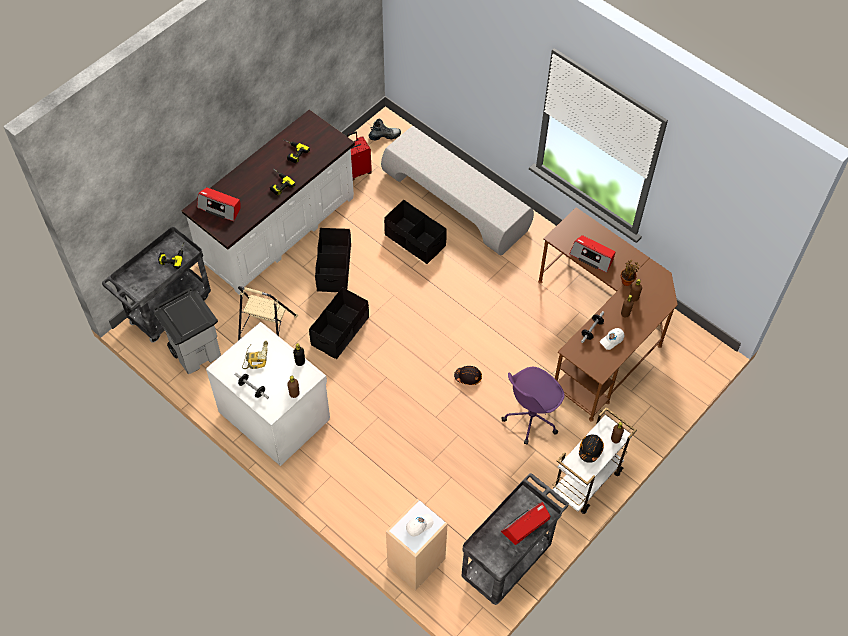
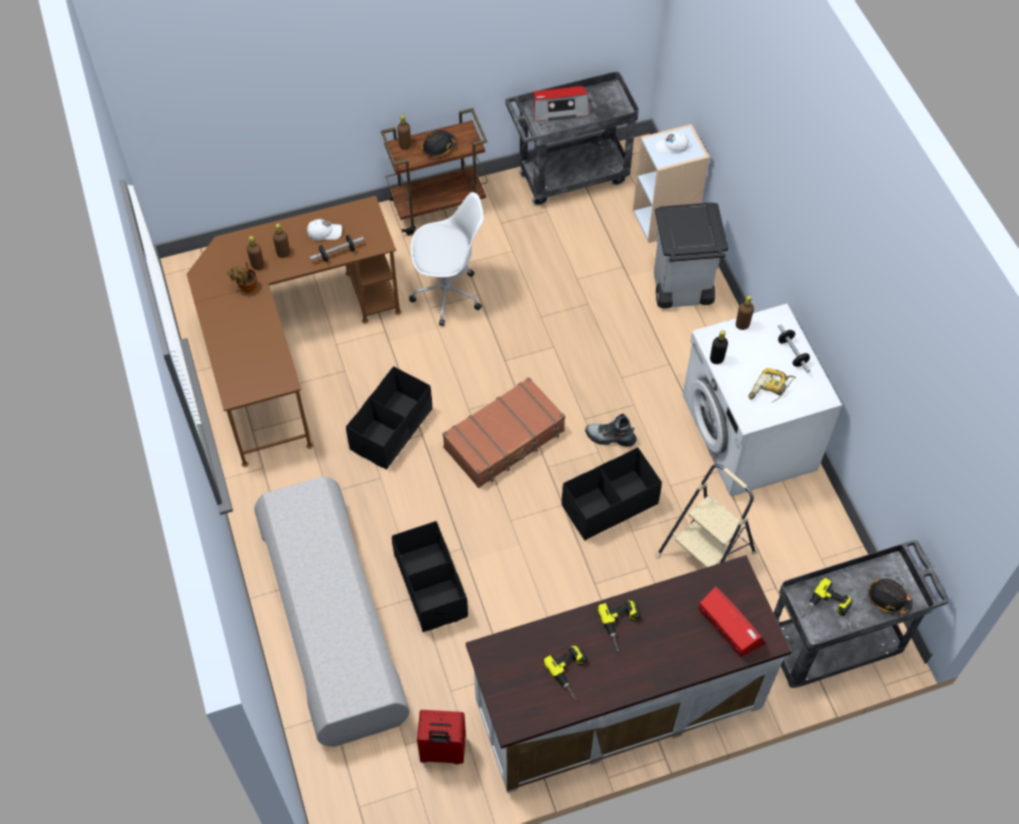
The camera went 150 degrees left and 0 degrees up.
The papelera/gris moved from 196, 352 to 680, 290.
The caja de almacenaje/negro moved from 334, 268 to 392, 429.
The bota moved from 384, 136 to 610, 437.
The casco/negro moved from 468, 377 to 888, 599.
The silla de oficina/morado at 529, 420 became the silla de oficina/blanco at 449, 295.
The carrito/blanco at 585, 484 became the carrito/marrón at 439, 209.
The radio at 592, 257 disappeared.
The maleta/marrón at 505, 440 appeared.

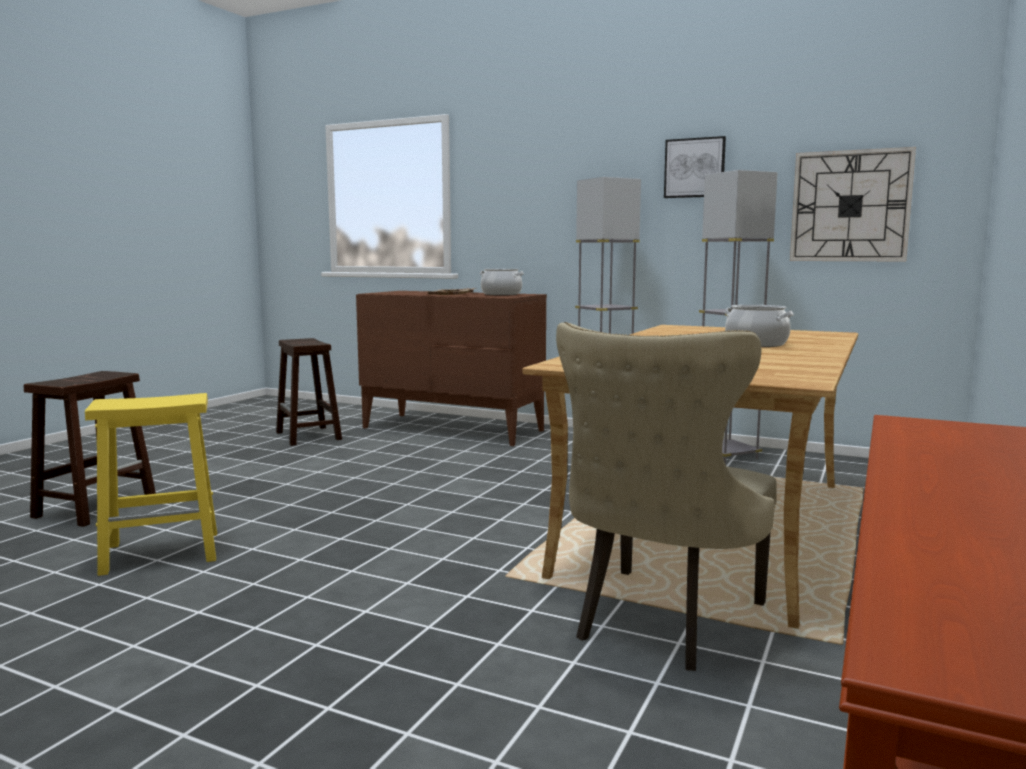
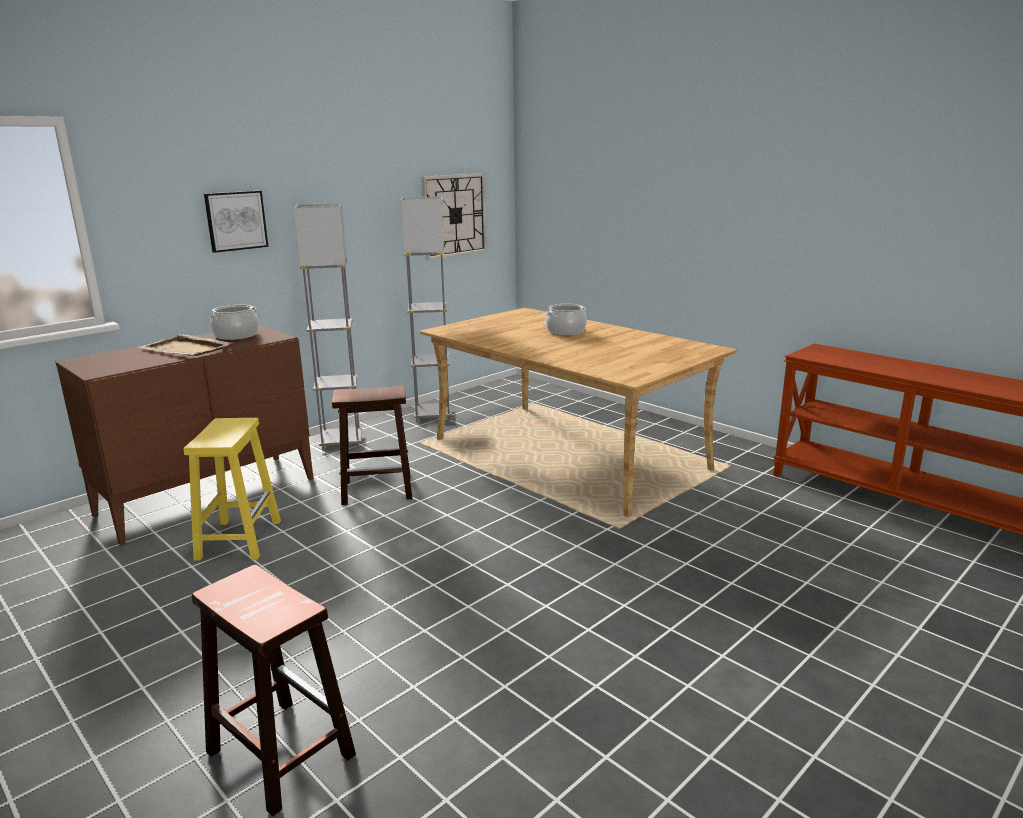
The camera went 70 degrees left and 10 degrees up.
The taburete/amarillo moved from 164, 552 to 239, 539.
The taburete/marrón moved from 309, 436 to 378, 489.
The silla/beis at 661, 621 disappeared.
The cuadro moved from 694, 168 to 236, 221.

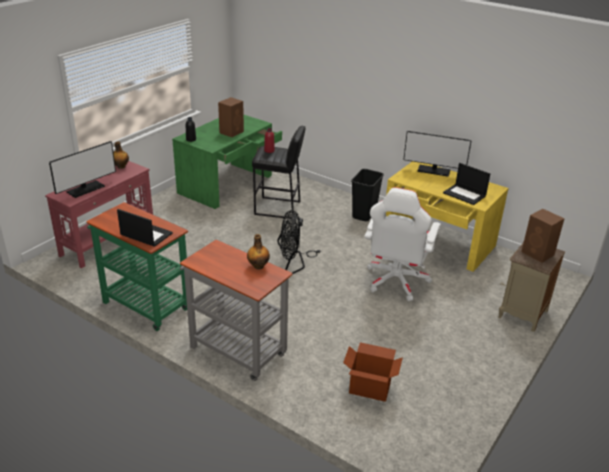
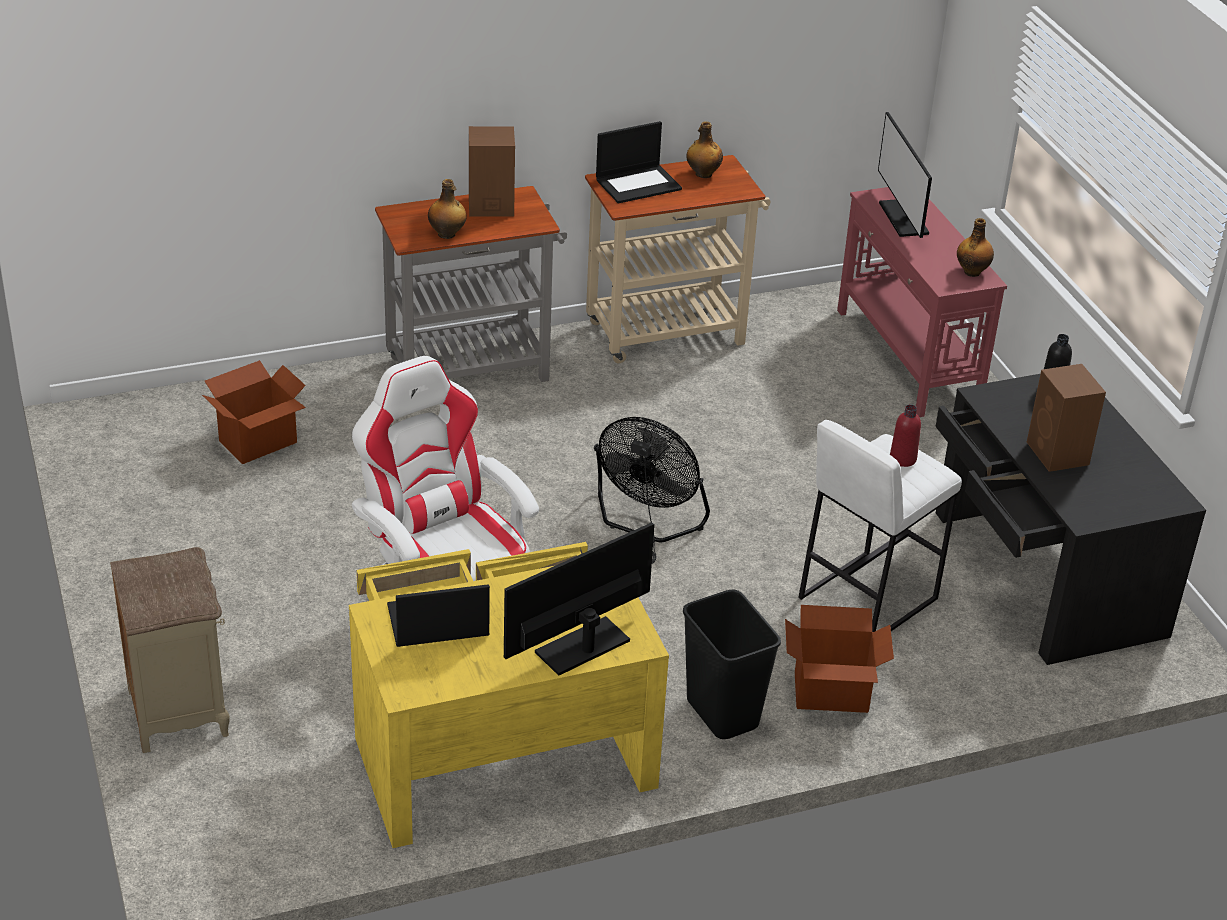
The camera went 125 degrees right and 5 degrees up.
The carrito/verde at 145, 306 became the carrito/beis at 668, 333.
The escritorio/verde at 230, 185 became the escritorio/negro at 1037, 577.
The taburete/negro at 278, 208 became the taburete/blanco at 866, 599.
The altavoz/marrón moved from 538, 254 to 489, 206.
The botella at 703, 174 appeared.
The caja de cartón at 831, 693 appeared.

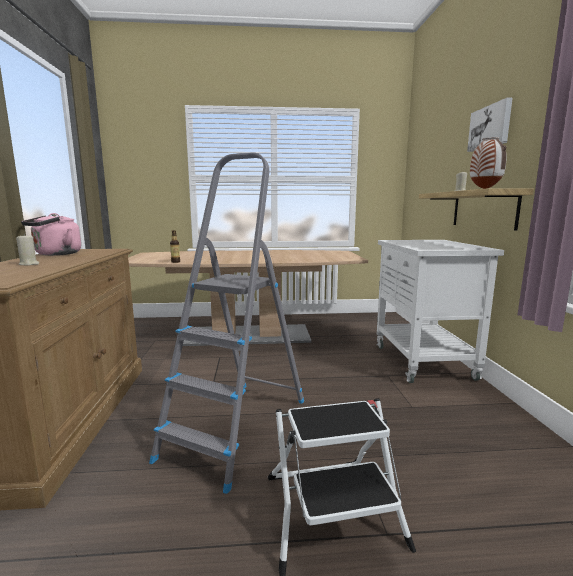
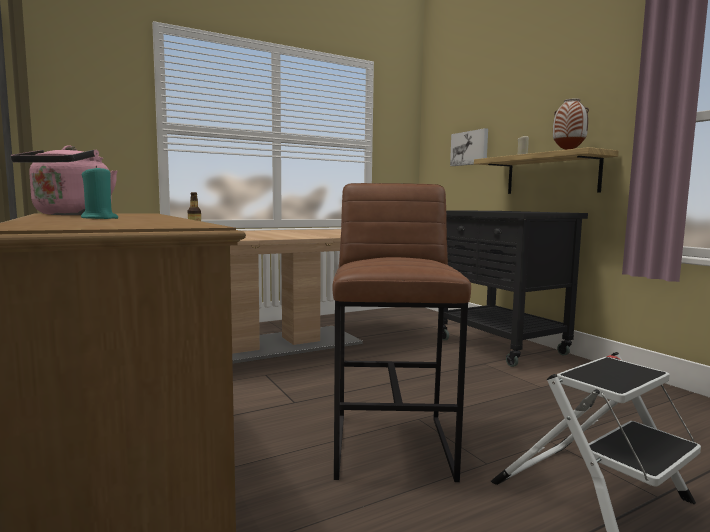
The camera went 25 degrees left and 5 degrees down.
The vela/beis at 29, 264 became the vela/turquesa at 99, 218.
The escalera de tijera/gris at 236, 428 was replaced by the taburete/marrón at 392, 444.
The carrito/blanco at 423, 363 became the carrito/negro at 501, 347.
The cuadro moved from 490, 127 to 470, 148.

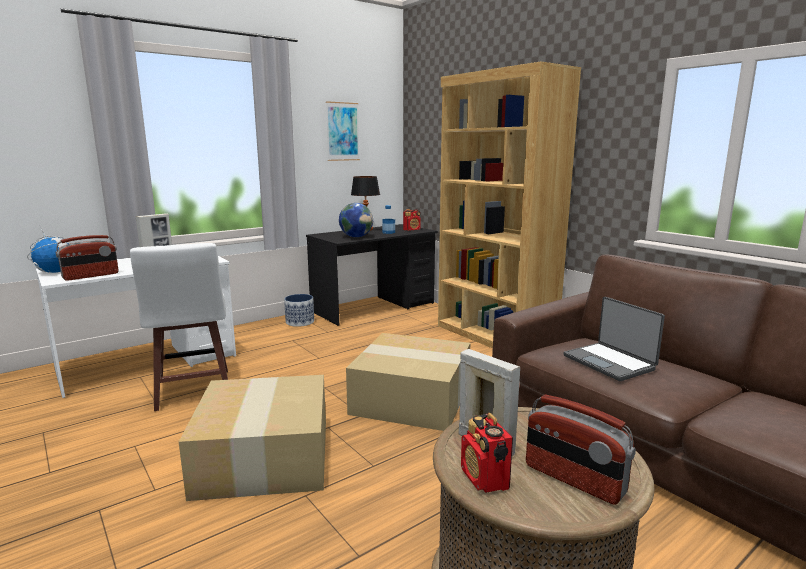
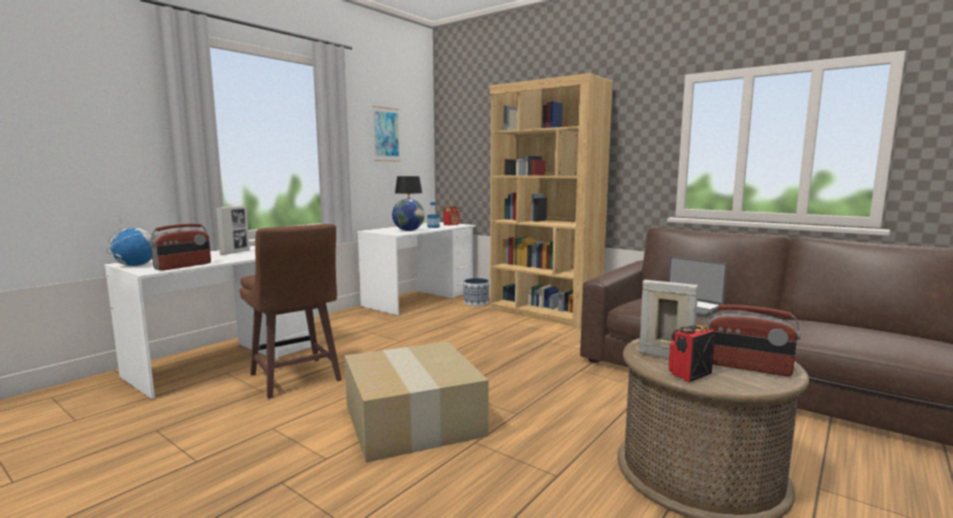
The camera went 15 degrees left and 5 degrees down.
The taburete/blanco at 193, 391 became the taburete/marrón at 295, 378.
The maceta moved from 300, 322 to 476, 303.
The escritorio/negro at 374, 307 became the escritorio/blanco at 420, 299.
The caja de cartón at 413, 398 disappeared.
The radio at 485, 479 turned 90 degrees clockwise.

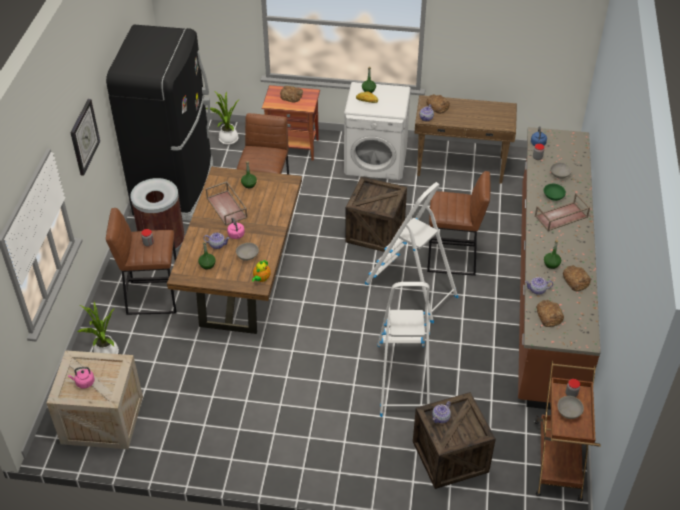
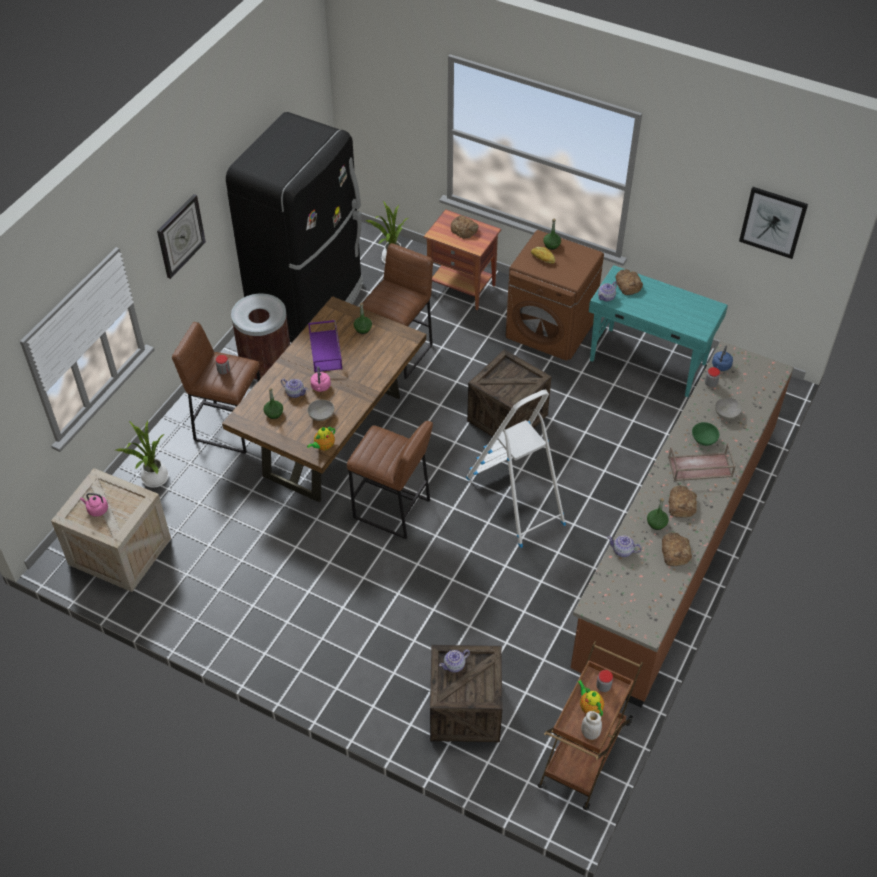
The camera went 20 degrees right and 5 degrees up.
The bandeja/marrón at 227, 208 became the bandeja/morado at 326, 351.
The lavadora/blanco at 376, 161 became the lavadora/marrón at 549, 330.
The escalera de tijera/blanco at 402, 378 disappeared.
The mesa consola/marrón at 461, 166 became the mesa consola/turquesa at 648, 362.
The taburete/marrón moved from 452, 258 to 393, 509.
The pan moved from 549, 315 to 681, 504.
The cuenco/gris at 569, 412 was replaced by the tetera at 590, 707.
The tarro/blanco at 590, 733 appeared.
The cuadro at 773, 222 appeared.

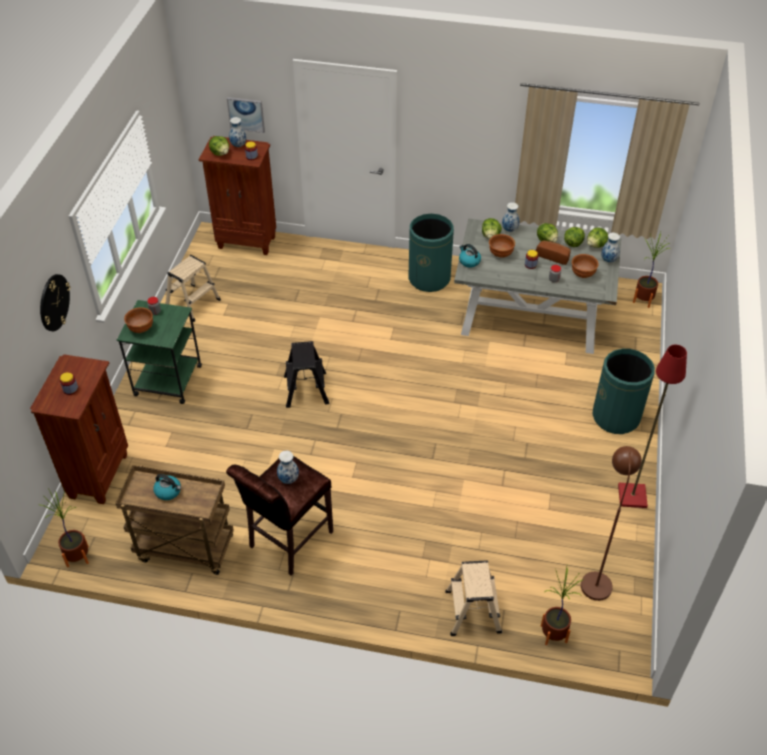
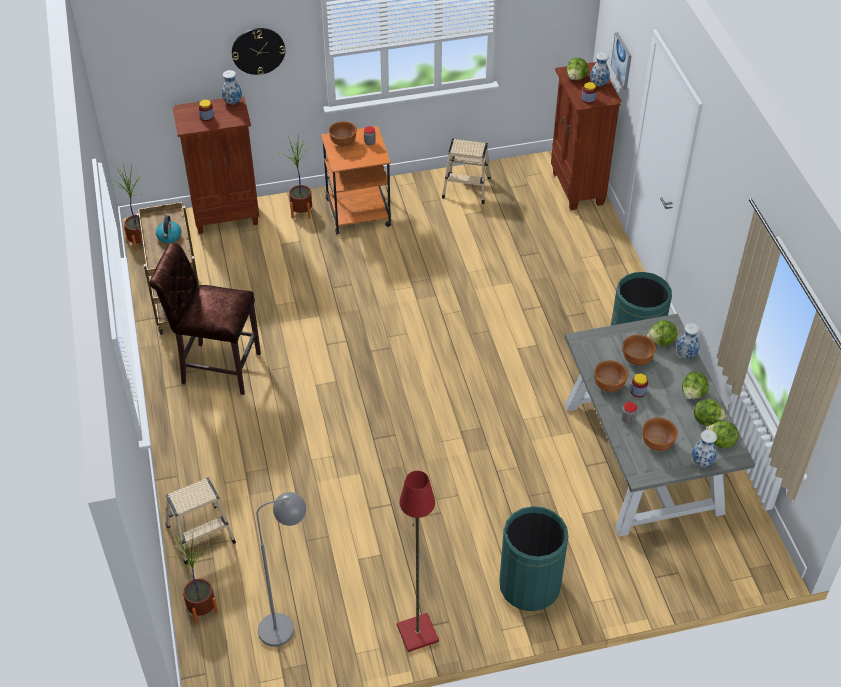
The camera went 65 degrees right and 0 degrees up.
The carrito/verde at 168, 379 became the carrito/naranja at 359, 212.
The florero moved from 289, 479 to 233, 102.
The escalera de tijera/negro at 306, 390 disappeared.
The hervidor at 469, 261 disappeared.
The pan at 553, 256 disappeared.
The lámpara de pie/marrón at 596, 578 became the lámpara de pie/gris at 287, 628.
The planta en maceta moved from 643, 300 to 301, 212.
The cuenco/marrón at 609, 385 appeared.

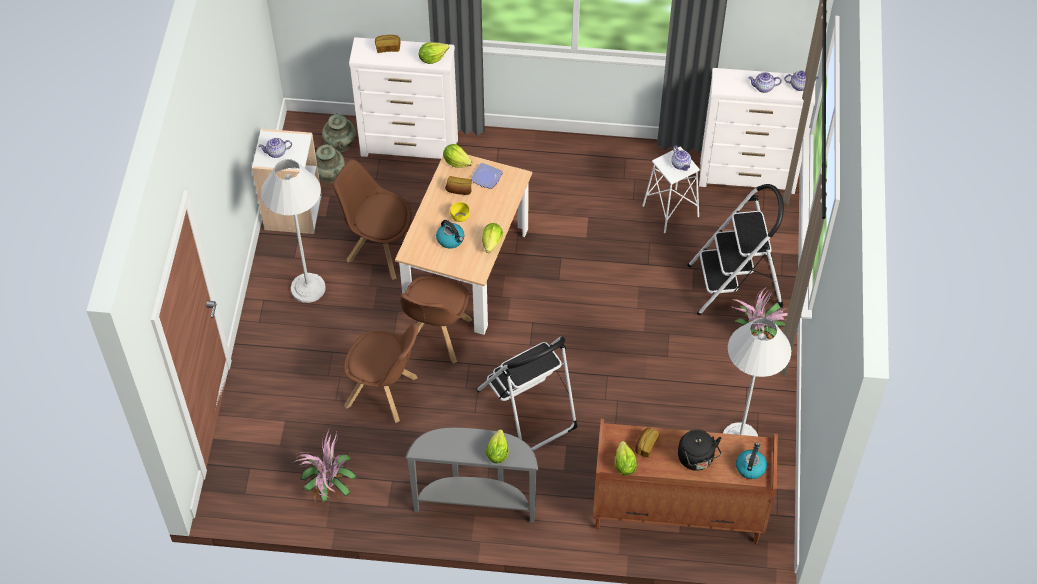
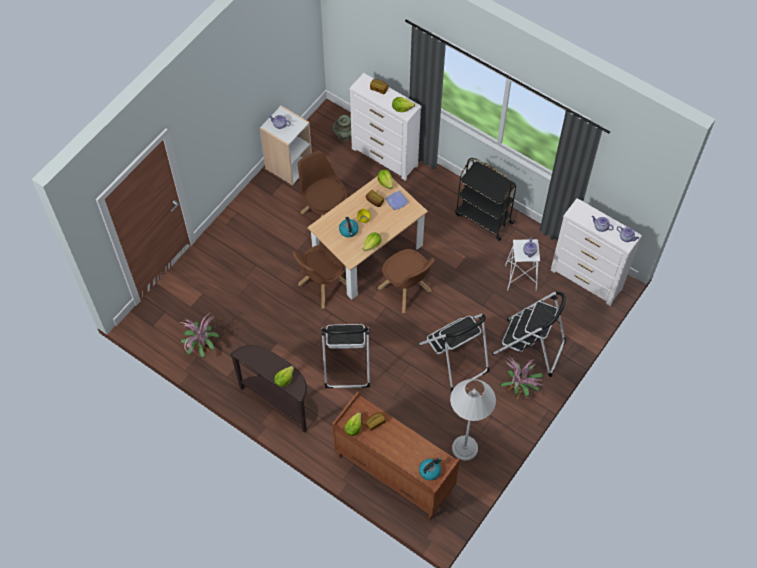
The camera went 30 degrees right and 5 degrees up.
The lámpara de pie/blanco at 308, 288 disappeared.
The florero/turquesa at 329, 174 disappeared.
The silla/marrón moved from 385, 393 to 406, 291.
The mesa consola/gris at 475, 503 became the mesa consola/marrón at 278, 402.
The hervidor/negro at 697, 459 disappeared.
The escalera de tijera at 454, 359 appeared.
The carrito/negro at 483, 218 appeared.

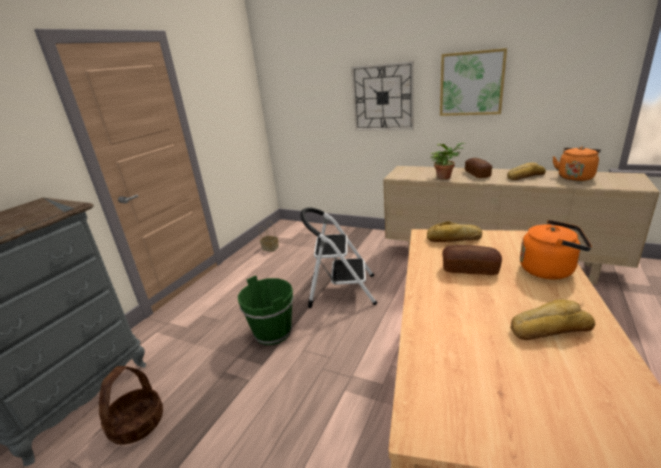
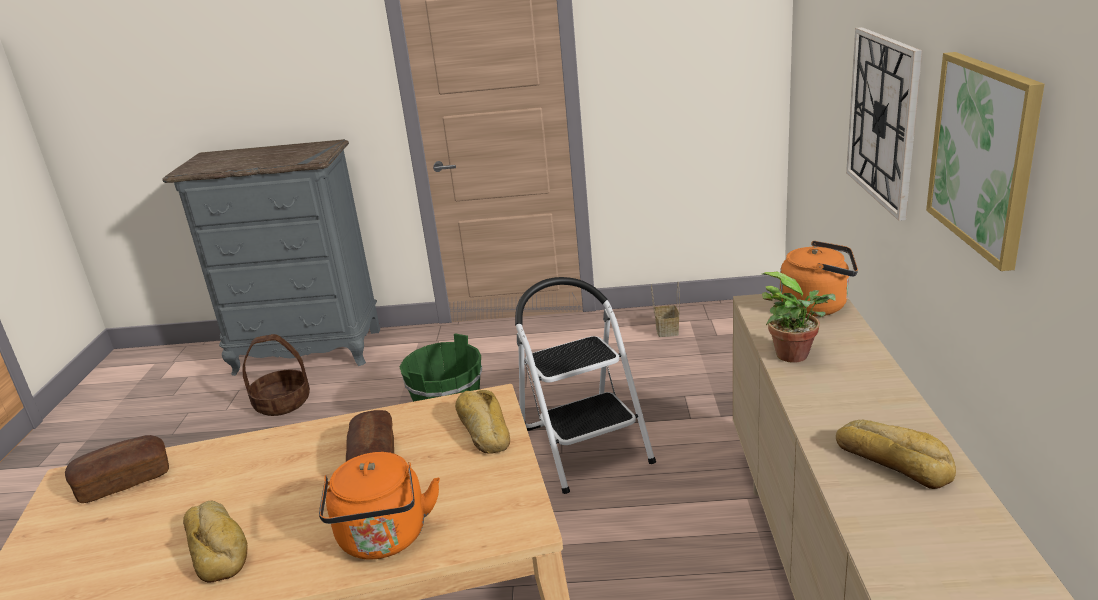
The camera went 65 degrees right and 0 degrees up.
The pan moved from 477, 174 to 124, 481.
The hervidor/naranja moved from 575, 177 to 818, 306.

